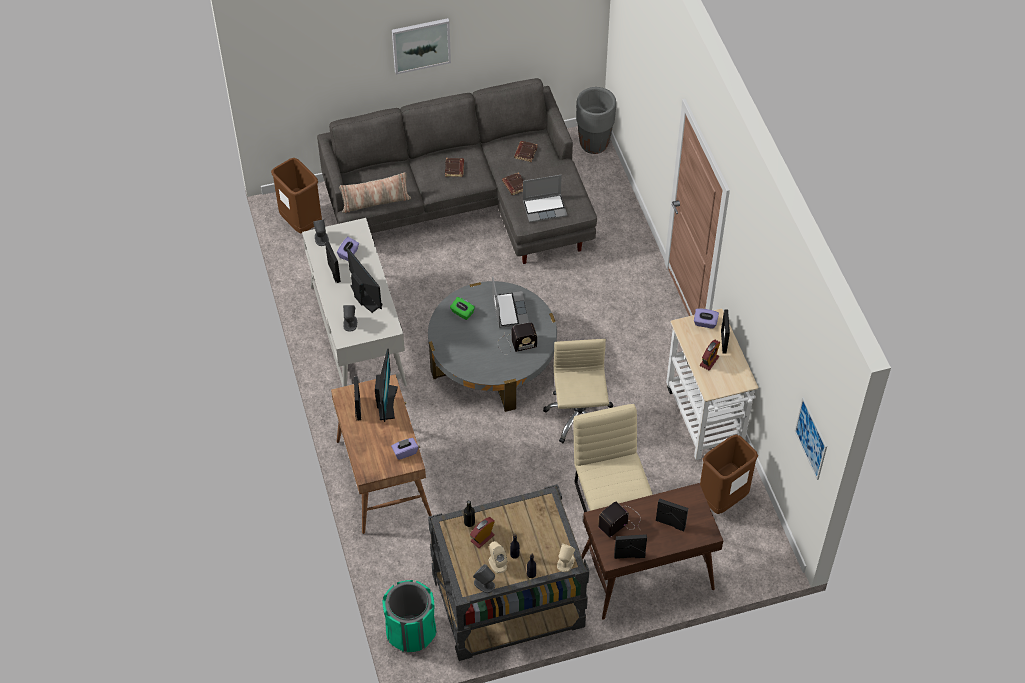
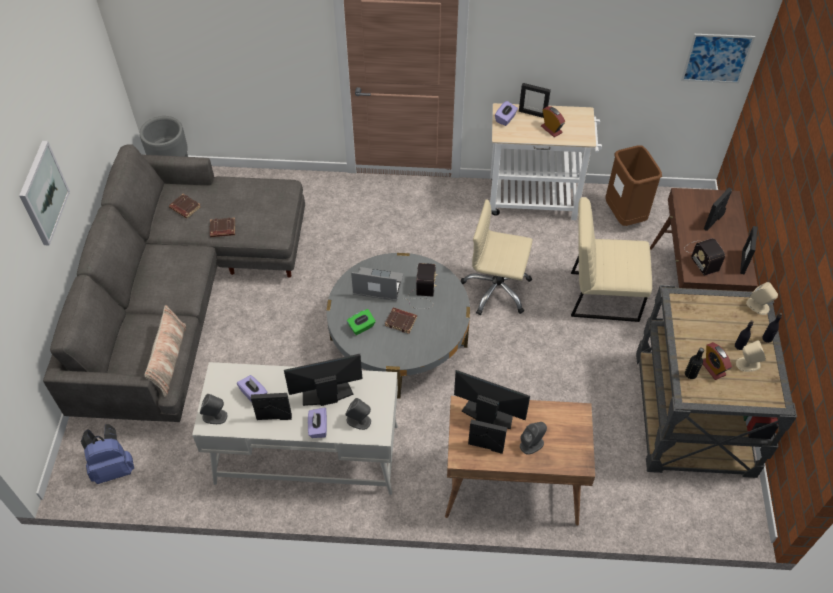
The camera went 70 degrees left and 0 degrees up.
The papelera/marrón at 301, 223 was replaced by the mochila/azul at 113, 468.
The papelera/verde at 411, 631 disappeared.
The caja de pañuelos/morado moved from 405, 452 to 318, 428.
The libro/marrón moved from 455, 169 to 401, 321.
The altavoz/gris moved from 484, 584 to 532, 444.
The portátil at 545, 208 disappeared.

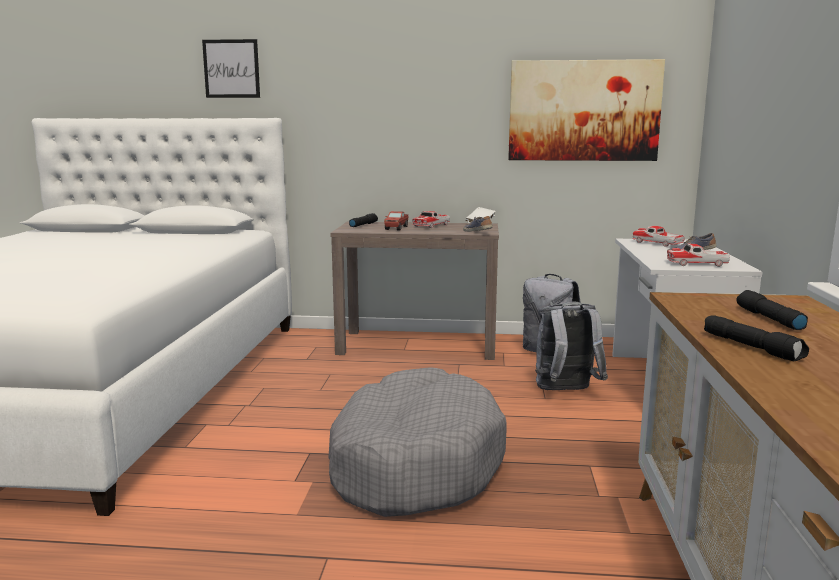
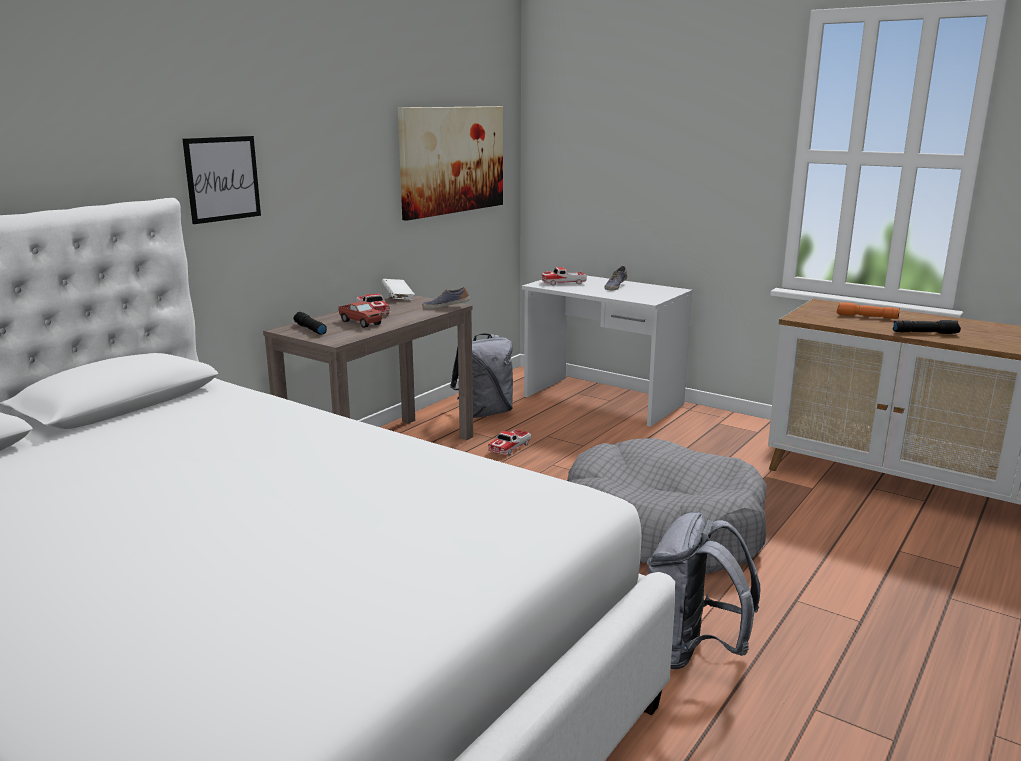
The camera went 60 degrees left and 5 degrees up.
The cuadro moved from 231, 69 to 222, 179.
The mochila/gris moved from 565, 391 to 692, 652.
The coche de juguete moved from 697, 264 to 509, 447.
The linterna/negro at 768, 319 became the linterna/naranja at 866, 317.

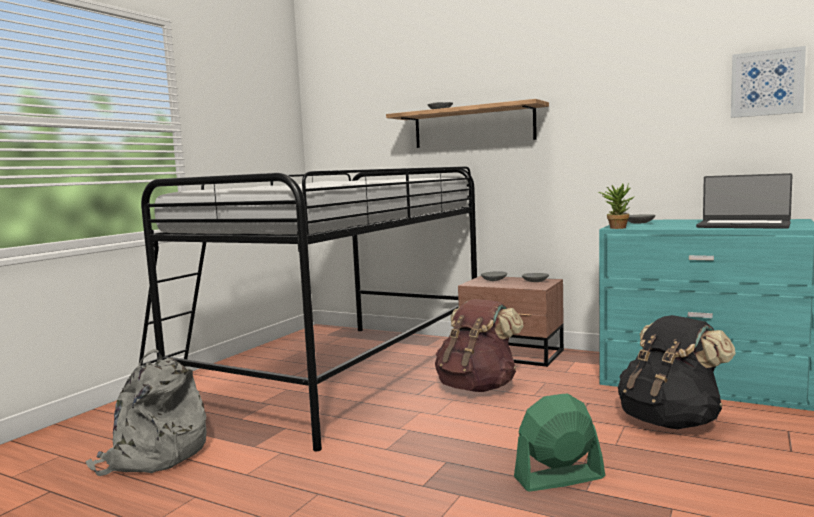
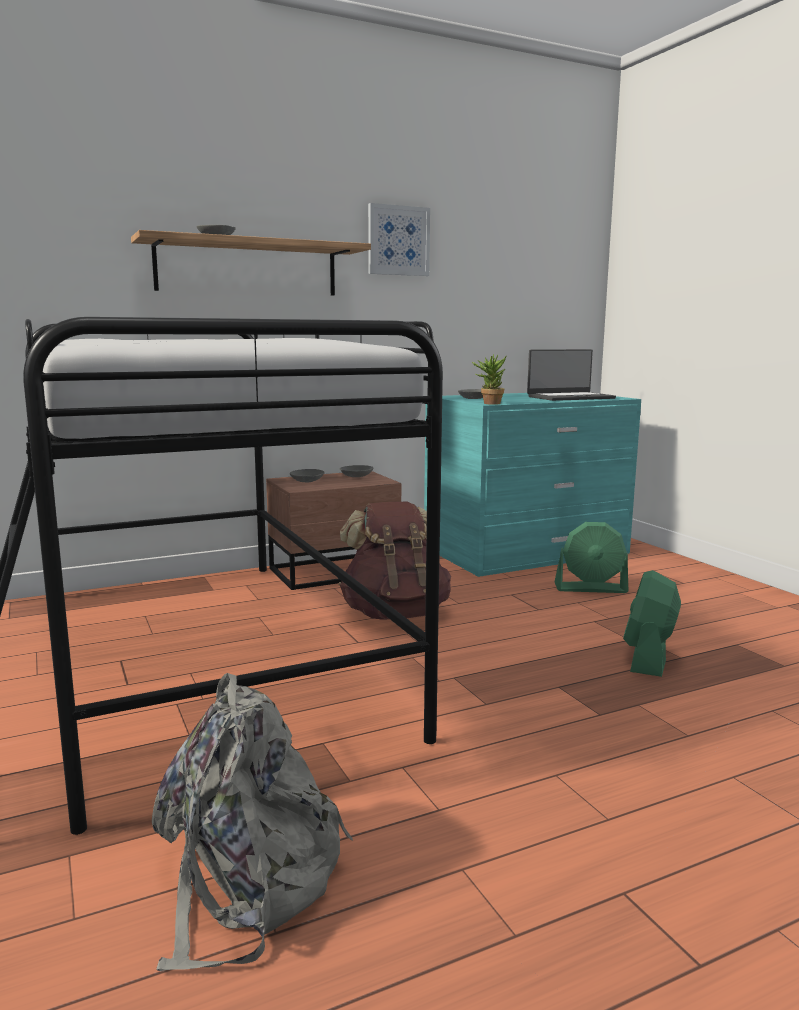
The camera went 55 degrees left and 5 degrees up.
The mochila/negro at 670, 421 was replaced by the ventilador/verde at 591, 588.
The cuadro moved from 767, 83 to 398, 240.

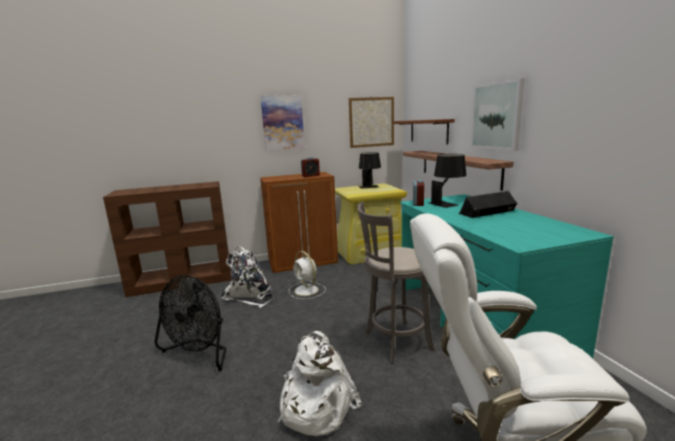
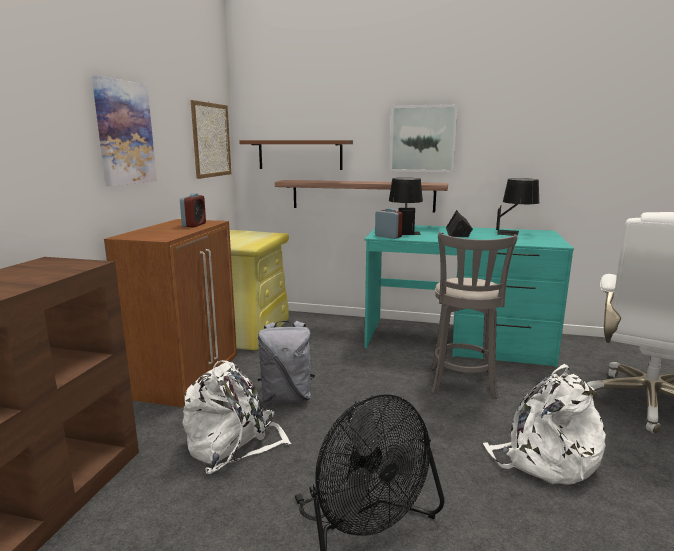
The camera went 60 degrees left and 0 degrees up.
The ventilador/blanco at 307, 291 was replaced by the mochila/gris at 287, 397.
The lámpara de mesa/negro moved from 370, 187 to 515, 233.

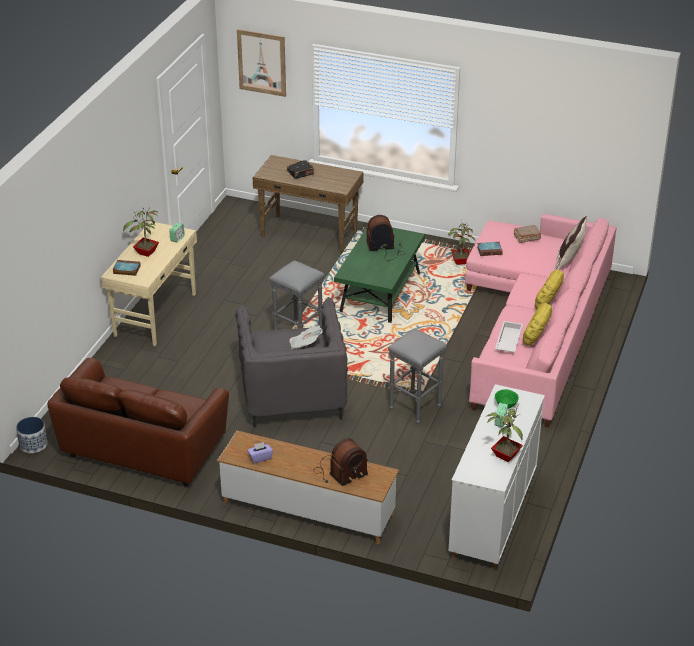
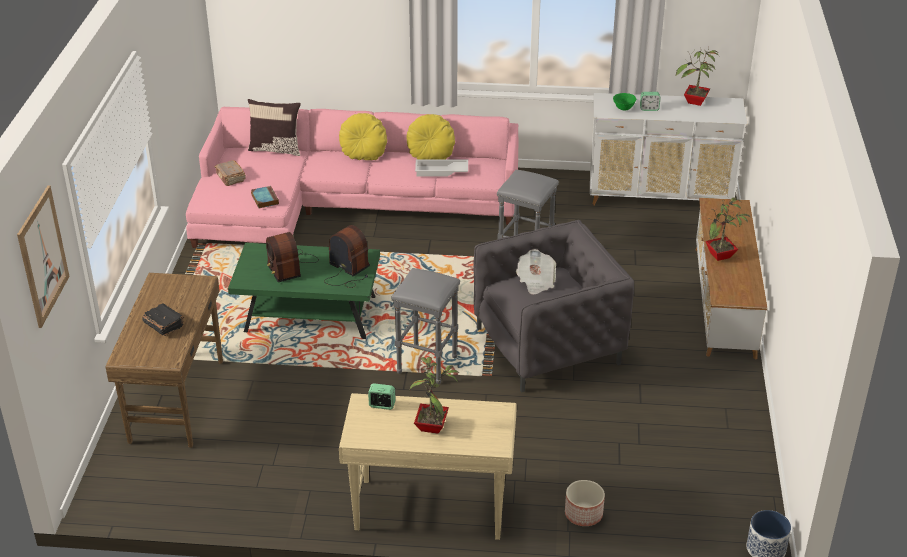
The camera went 105 degrees left and 0 degrees up.
The sofá/marrón at 142, 450 disappeared.
The libro at 126, 269 disappeared.
The caja de pañuelos/morado at 260, 458 disappeared.
The radio moved from 339, 472 to 347, 272.
The planta en maceta moved from 459, 262 to 720, 256.
The maceta at 583, 514 appeared.

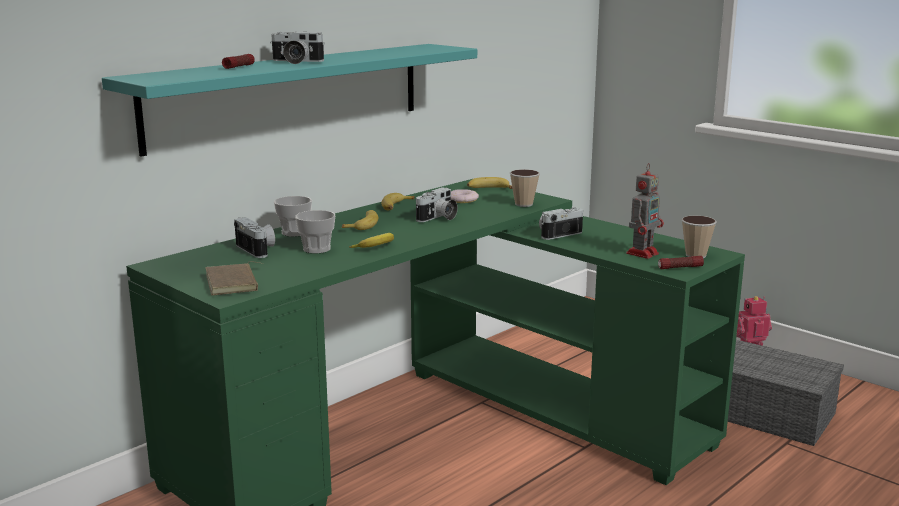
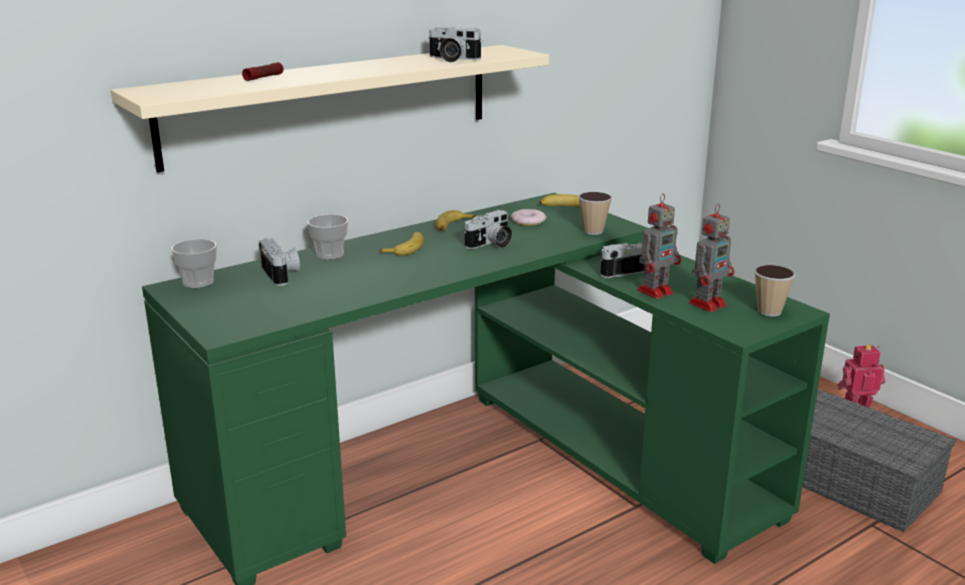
The camera went 10 degrees right and 5 degrees up.
The estante/turquesa at 290, 94 became the estante/beis at 332, 104.
The libro/marrón at 234, 283 disappeared.
The cámara moved from 296, 62 to 452, 59.
The taza moved from 317, 249 to 198, 282.
The plátano at 376, 247 disappeared.
The linterna at 680, 267 disappeared.
The robot de juguete at 656, 291 appeared.

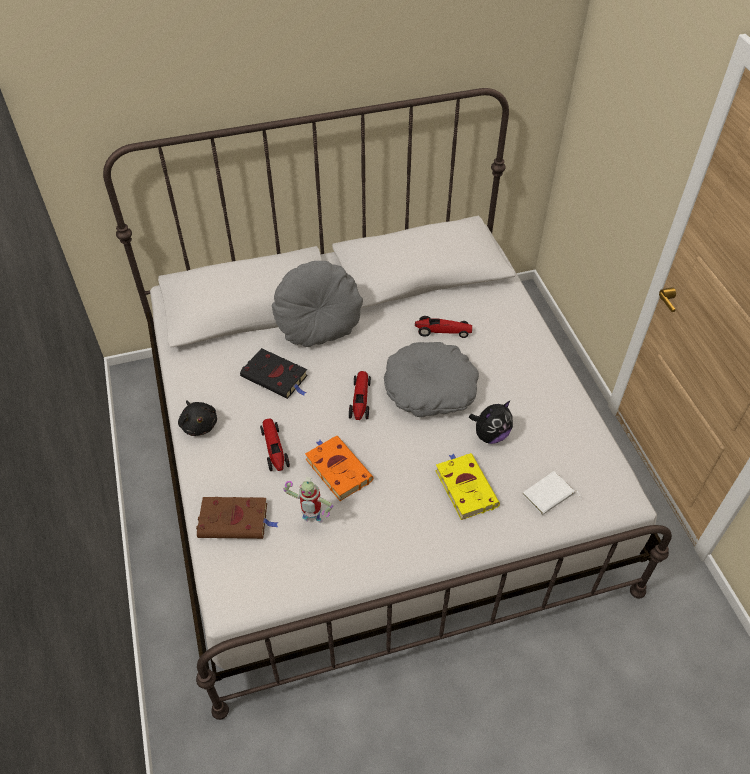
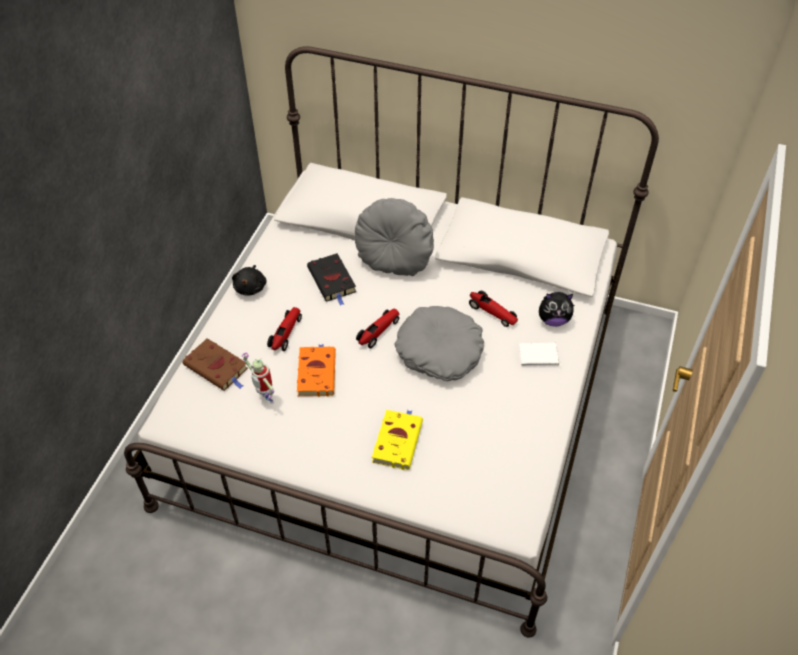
The camera went 35 degrees right and 0 degrees up.
The peluche moved from 490, 435 to 553, 320.
The libro/blanco moved from 549, 496 to 538, 357.

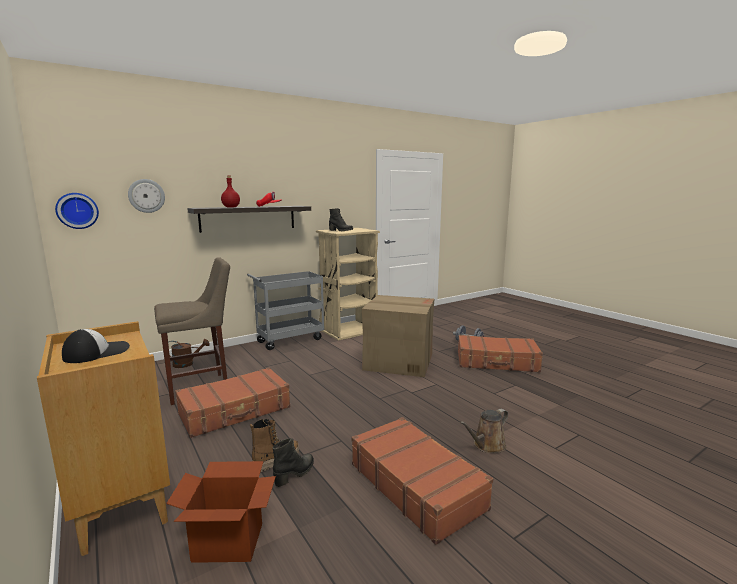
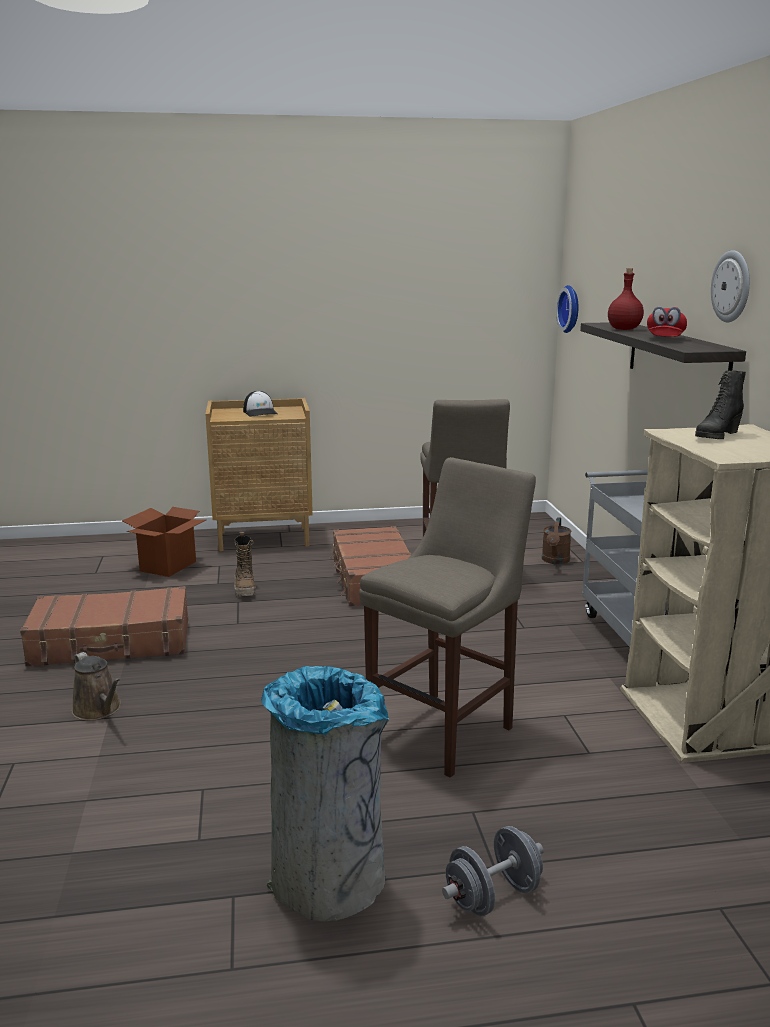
The camera went 115 degrees right and 5 degrees up.
The reloj de pared moved from 146, 196 to 732, 286.
The bota/negro at 295, 474 disappeared.
The caja de cartón at 398, 361 was replaced by the taburete/beis at 446, 729.
The maleta/marrón at 497, 362 was replaced by the papelera/gris at 328, 881.
The regadera/marrón at 487, 445 turned 150 degrees clockwise.

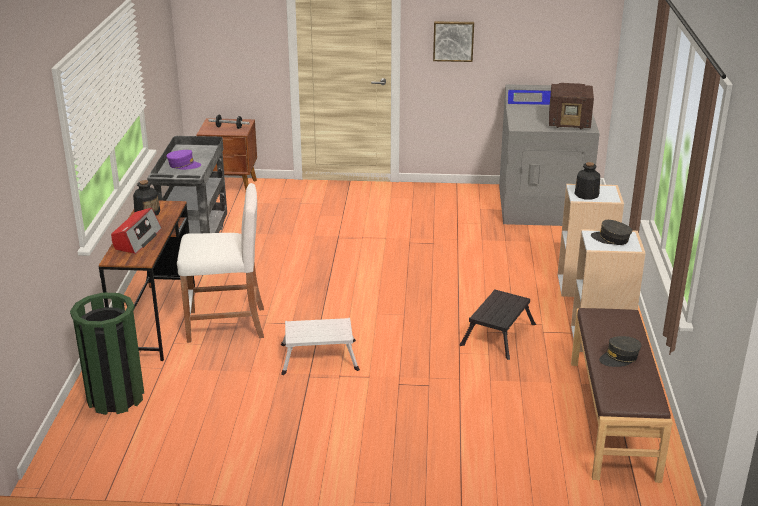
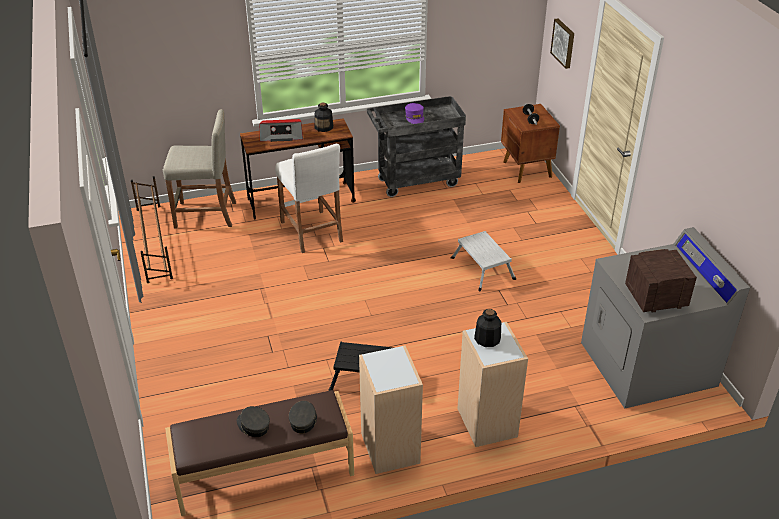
The camera went 70 degrees right and 10 degrees up.
The papelera/verde at 116, 397 was replaced by the taburete/beis at 205, 215.
The escalera de tijera/blanco moved from 320, 357 to 483, 268.
The cuadro moved from 453, 41 to 564, 43.
The radio at 570, 123 turned 90 degrees clockwise.
The gorra/gris moved from 611, 239 to 303, 420.
The zapatero/marrón at 154, 242 appeared.

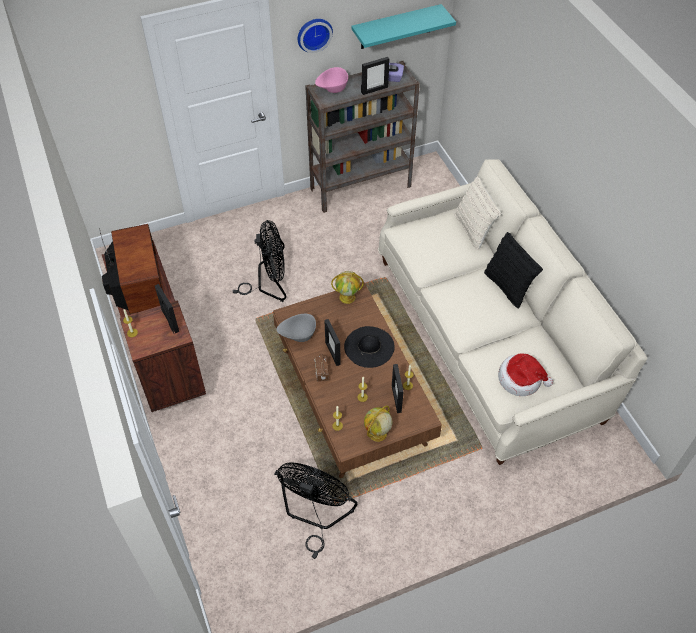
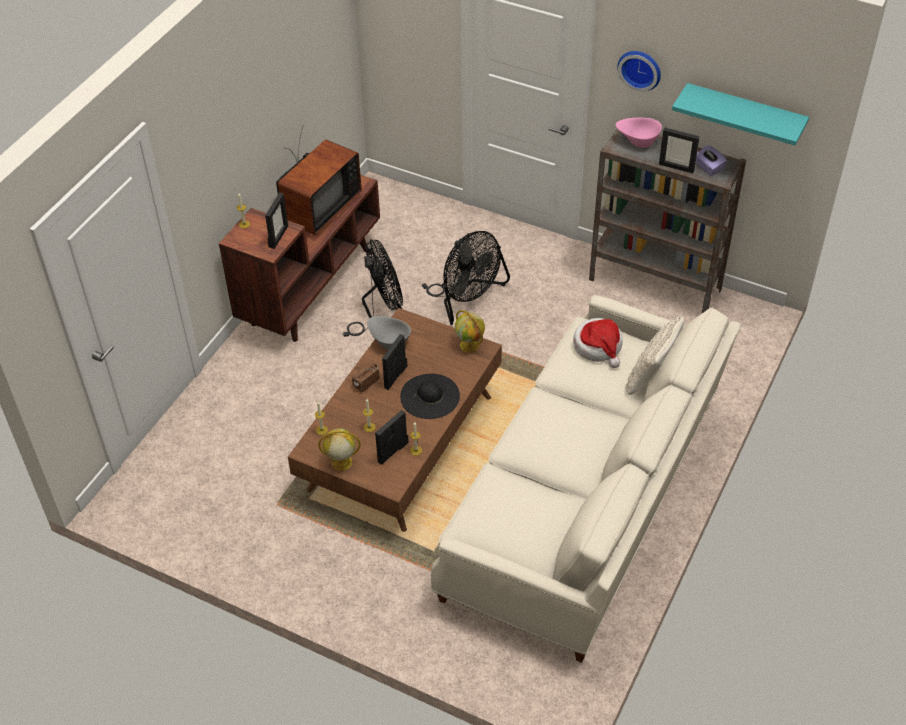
The camera went 50 degrees right and 5 degrees down.
The ventilador/negro moved from 314, 513 to 379, 313.
The cojín/negro at 508, 287 disappeared.
The sombrero moved from 521, 379 to 598, 347.

